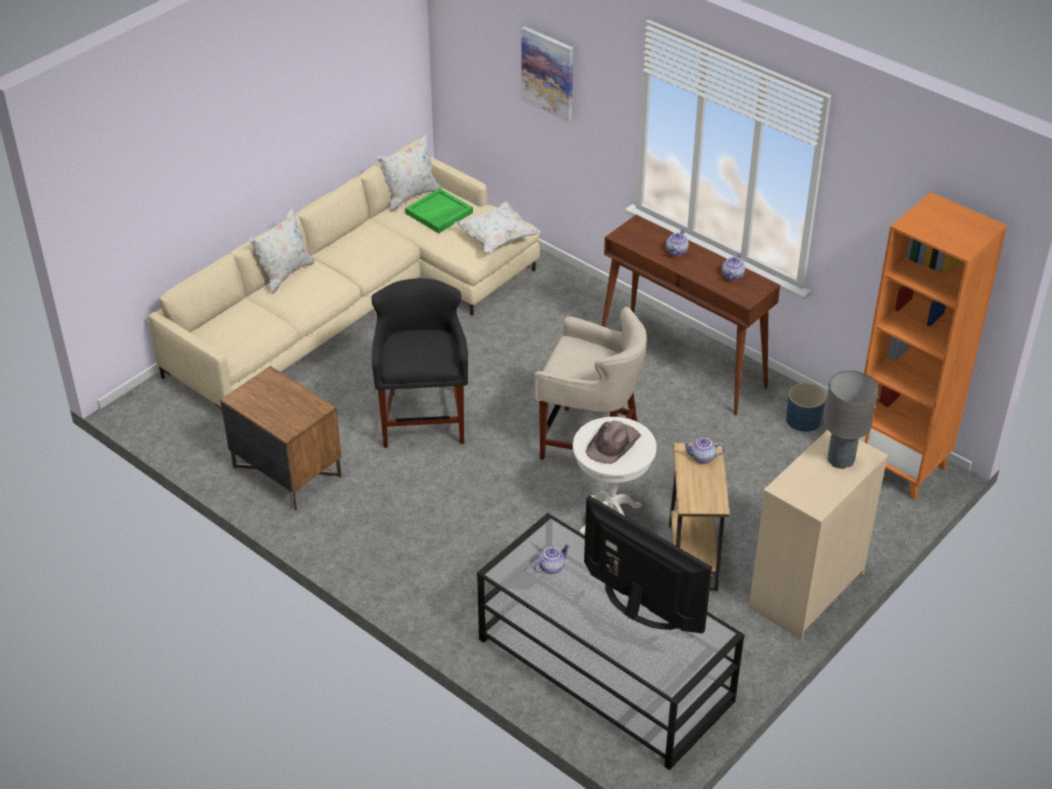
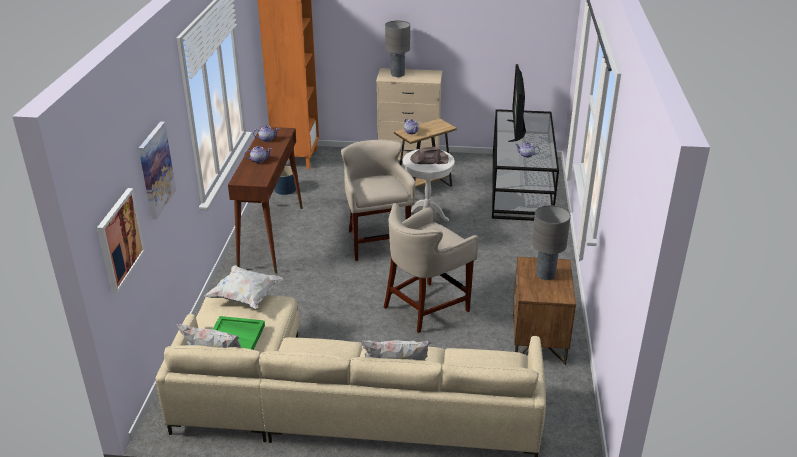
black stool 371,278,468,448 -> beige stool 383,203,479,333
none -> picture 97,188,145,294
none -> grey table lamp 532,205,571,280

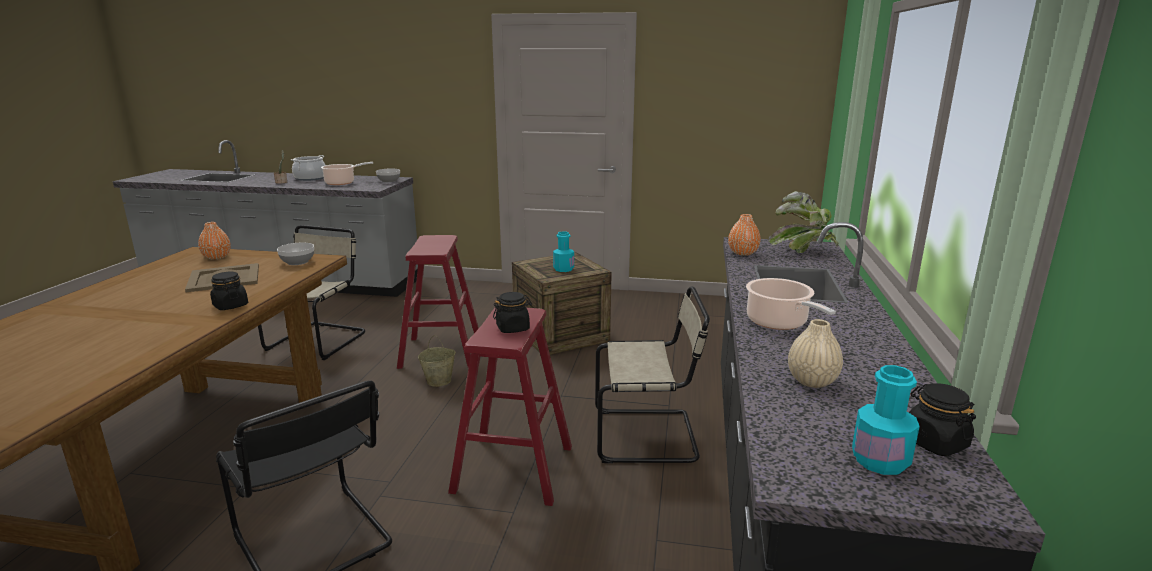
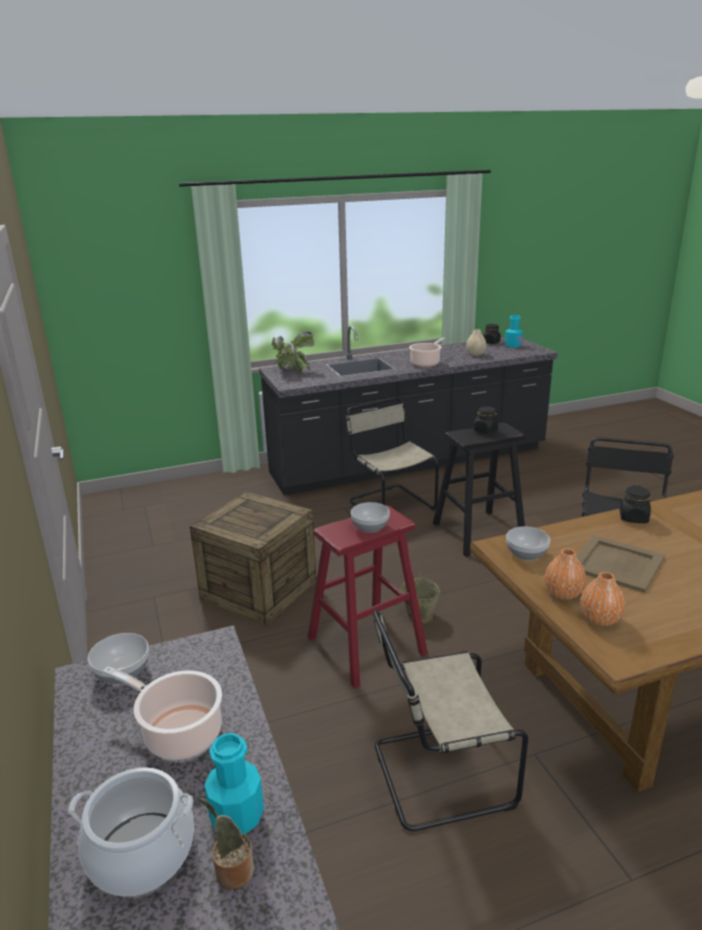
red stool 448,308,572,506 -> black stool 433,423,525,557
turquoise bottle 553,231,574,272 -> turquoise bottle 204,733,264,835, moved
orange vase 728,214,761,256 -> orange vase 544,548,586,600, moved
none -> bowl 351,502,390,533

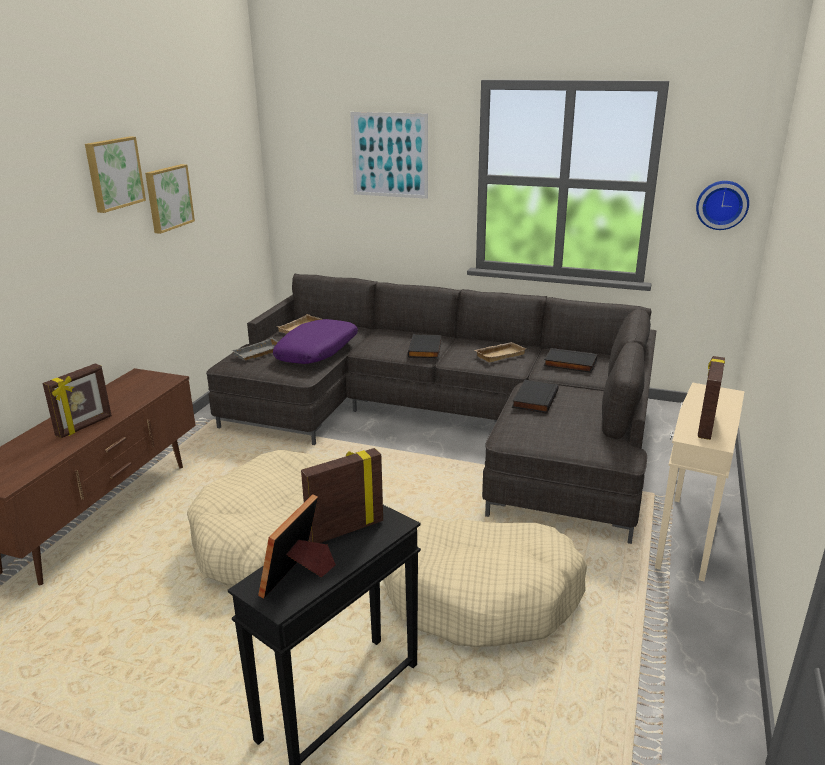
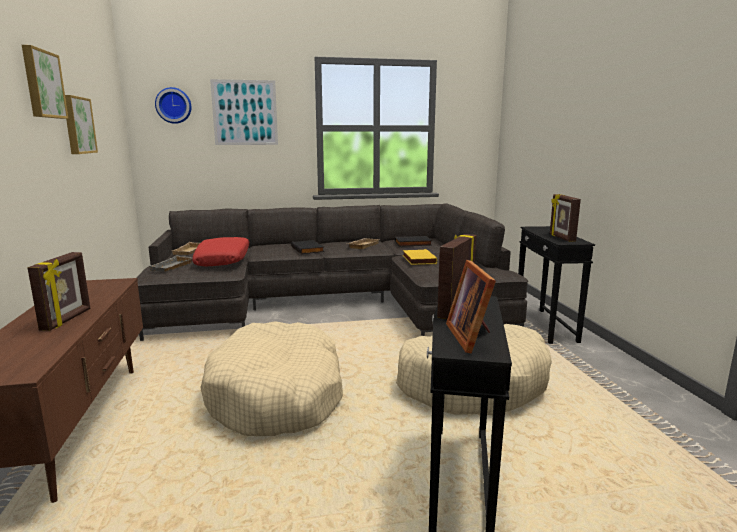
purple pillow 273,319,358,364 -> red pillow 192,237,249,267
black book 512,380,559,414 -> yellow book 403,249,437,265
beige side table 655,383,744,581 -> black side table 518,226,595,344
wall clock 696,181,749,230 -> wall clock 155,87,192,124, moved

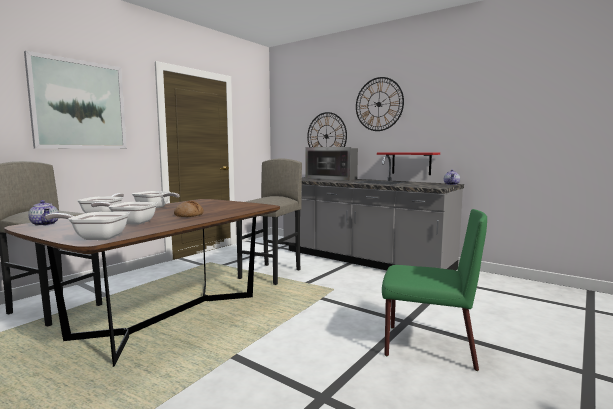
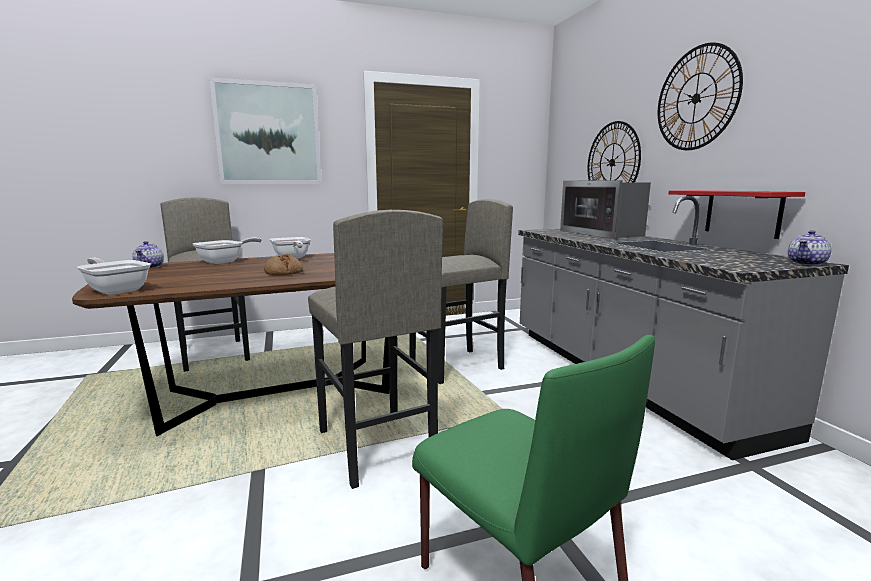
frying pan 91,202,158,225 -> none
none -> grey stool 308,210,443,489

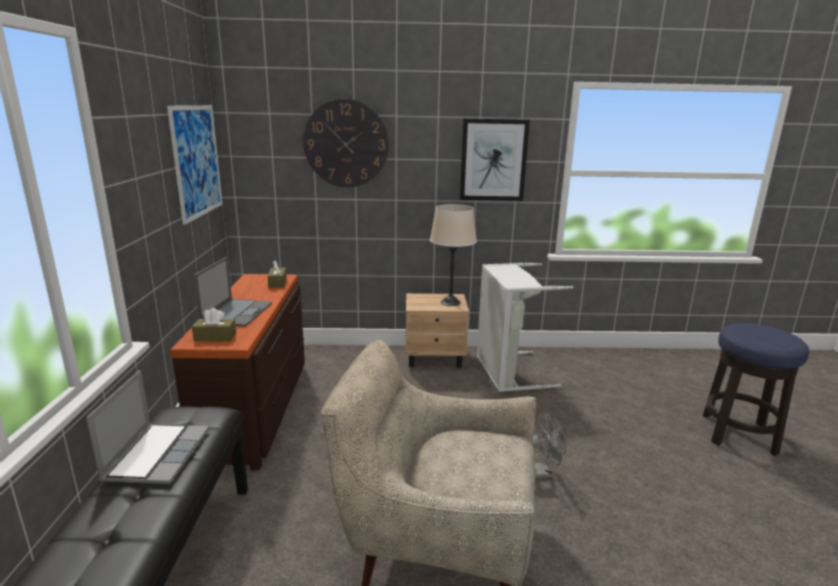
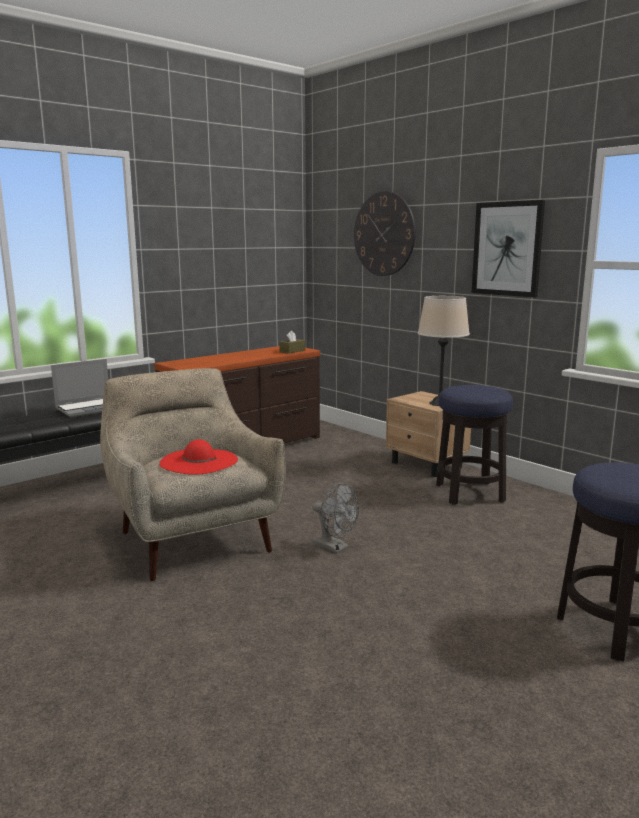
picture 167,105,223,225 -> none
brown tissue box 192,308,236,341 -> none
laptop 194,257,272,327 -> none
grey laundry basket 477,263,573,392 -> stool 436,385,513,505
none -> red hat 159,439,238,475

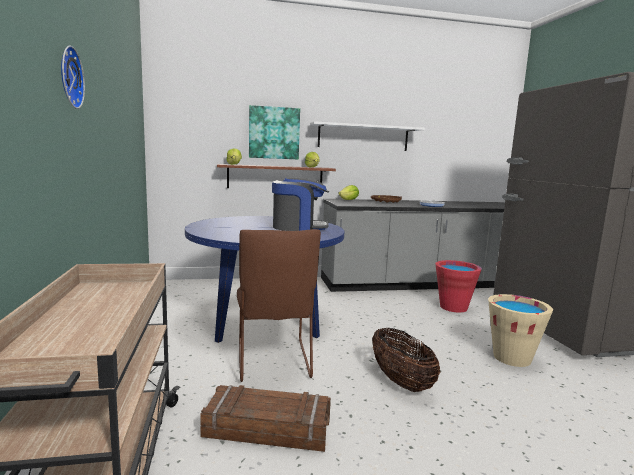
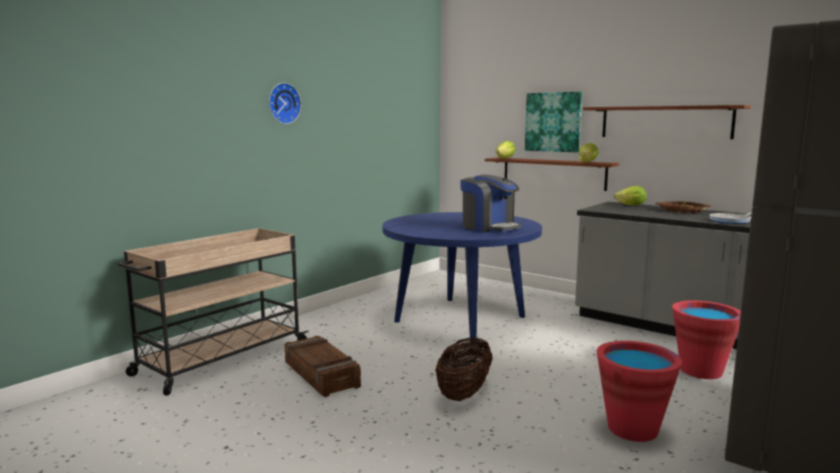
brown chair 237,229,321,382 -> none
white shelf 310,121,425,151 -> brown shelf 583,105,751,139
beige bucket 488,294,553,367 -> red bucket 597,341,682,442

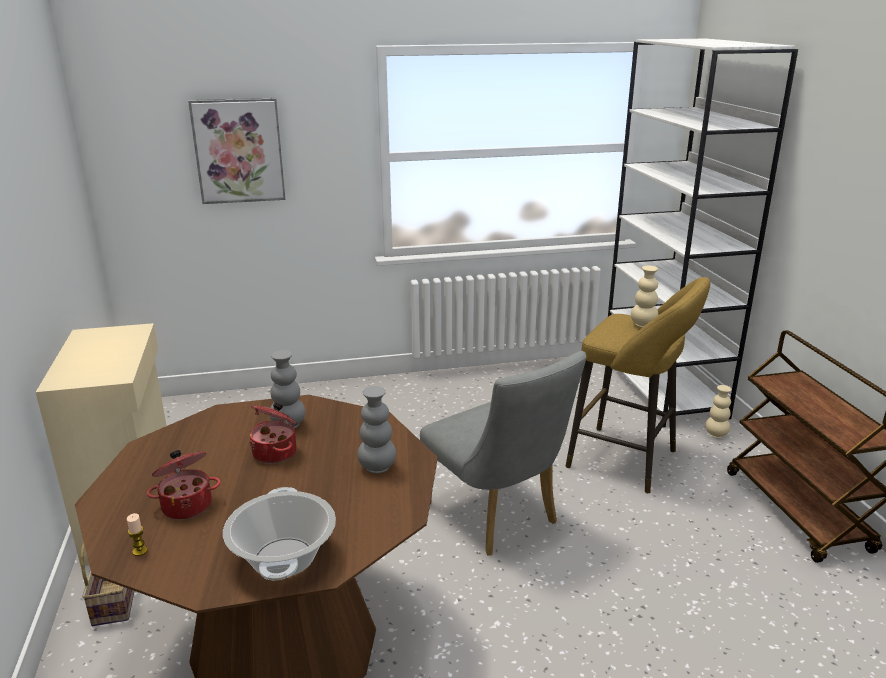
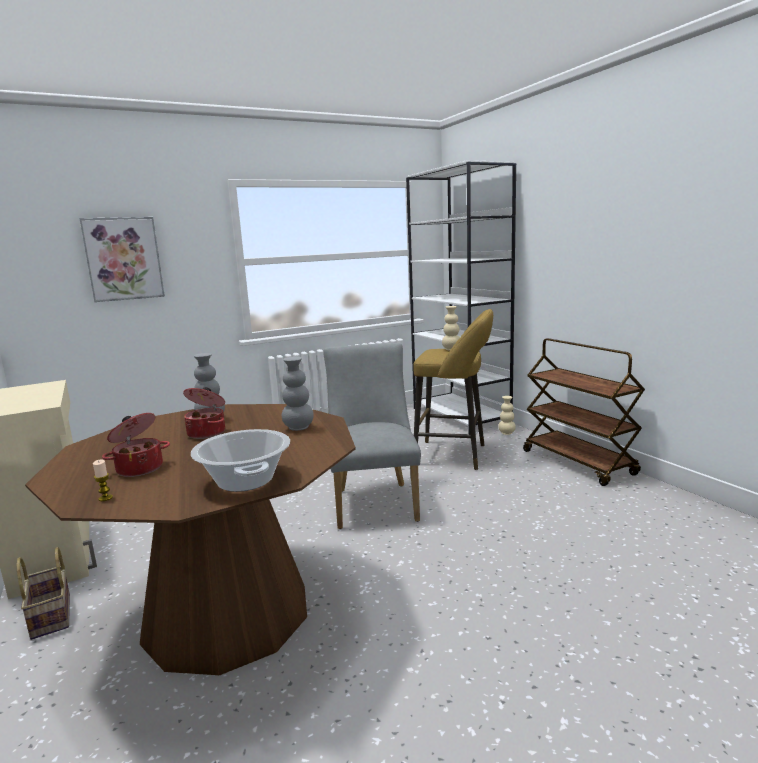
grey chair 420,351,587,556 -> grey chair 323,343,421,529, 135 degrees counterclockwise

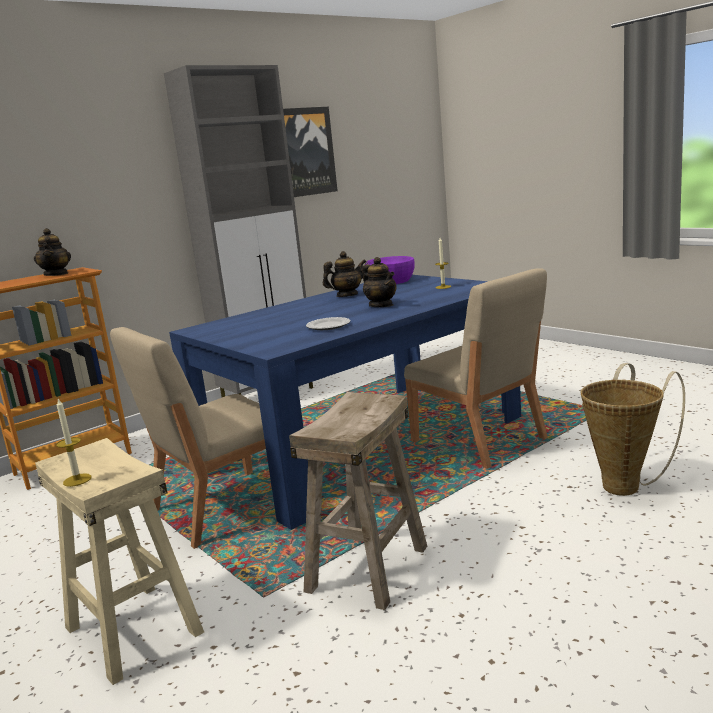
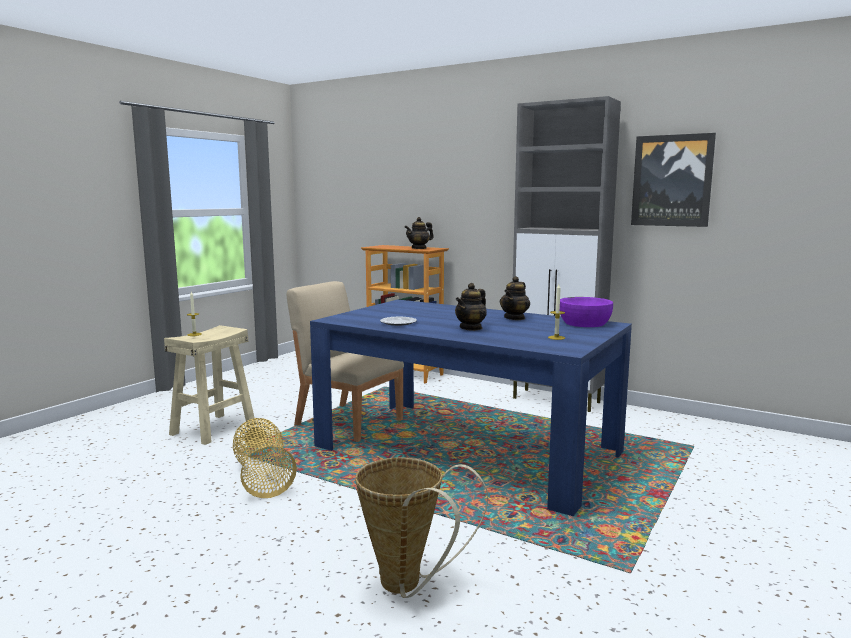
beige stool 289,392,427,610 -> basket 233,418,297,498
teapot 323,251,366,297 -> teapot 500,276,530,320, 75 degrees clockwise
beige chair 404,268,548,469 -> none

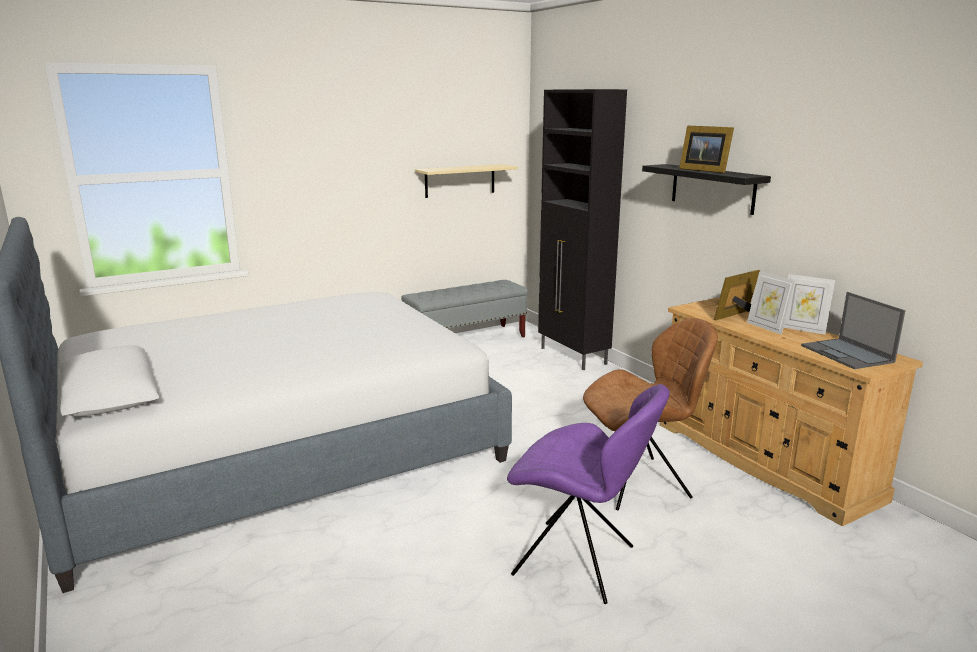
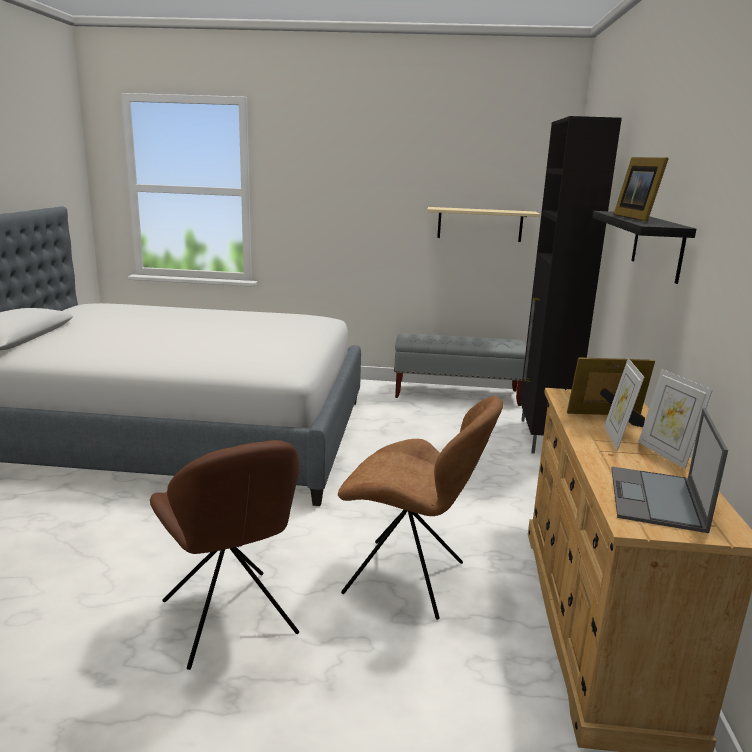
purple chair 507,384,670,604 -> brown chair 150,440,300,670

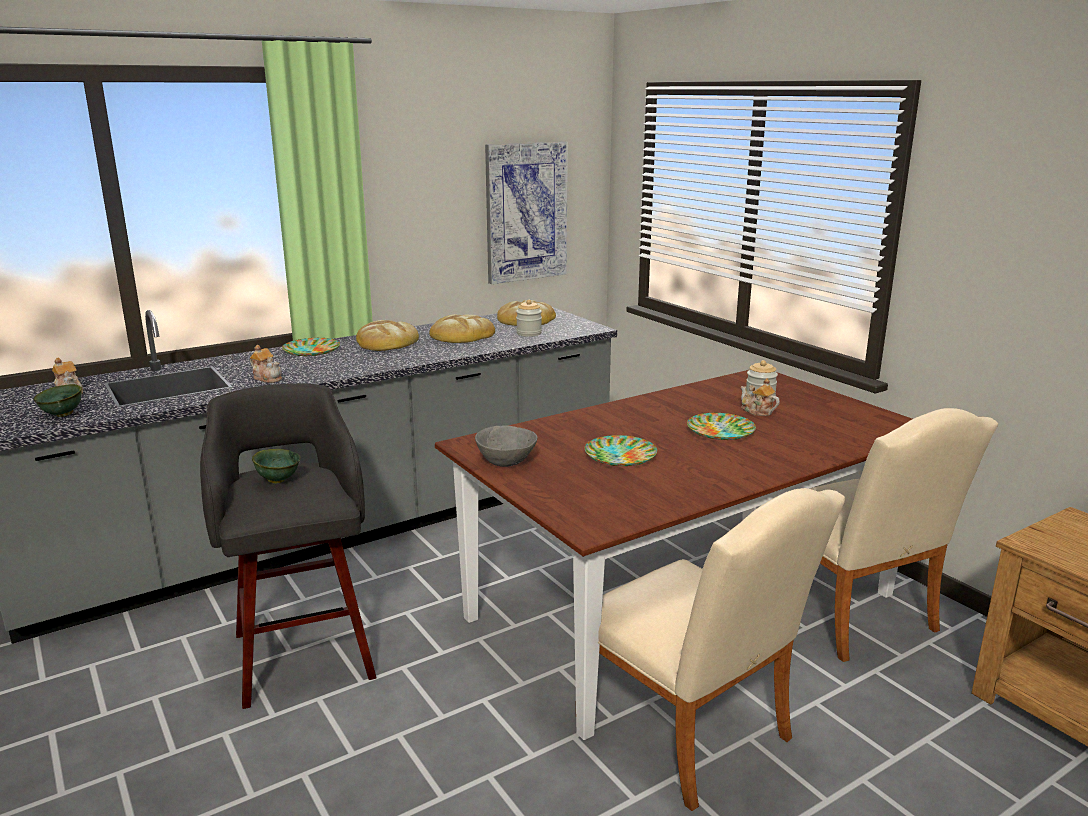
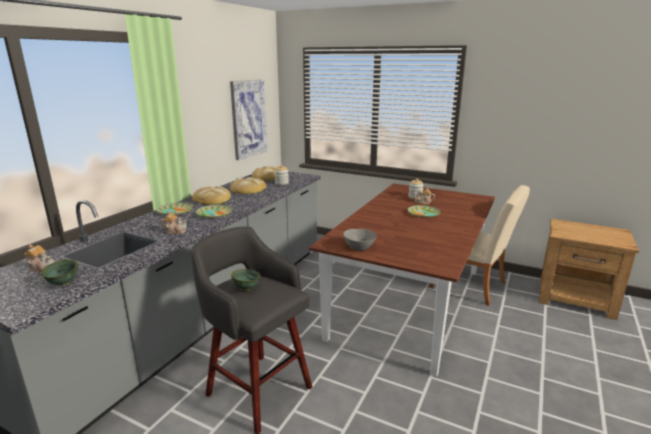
plate 585,435,657,466 -> plate 196,205,233,218, moved
beige chair 598,488,846,811 -> none

